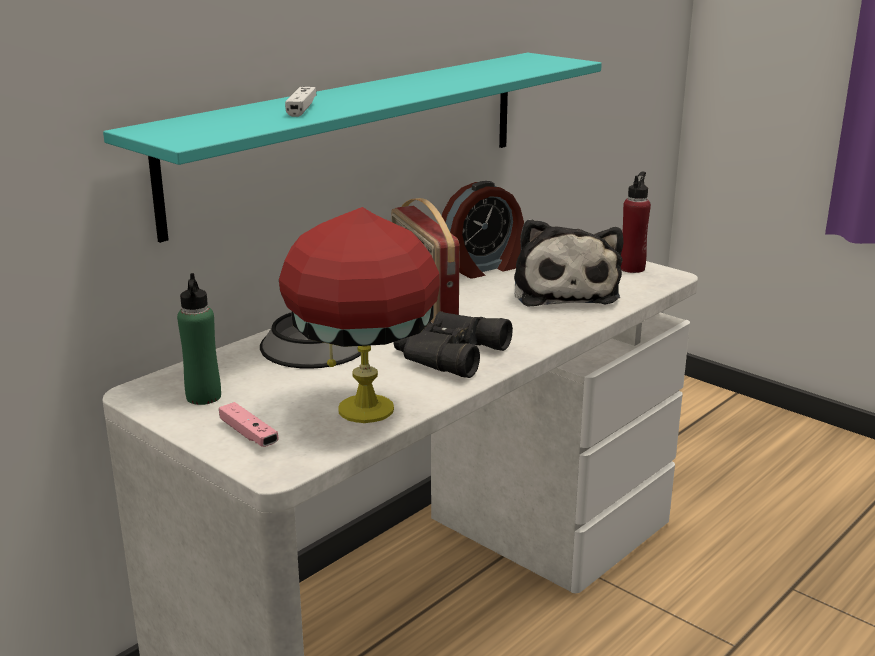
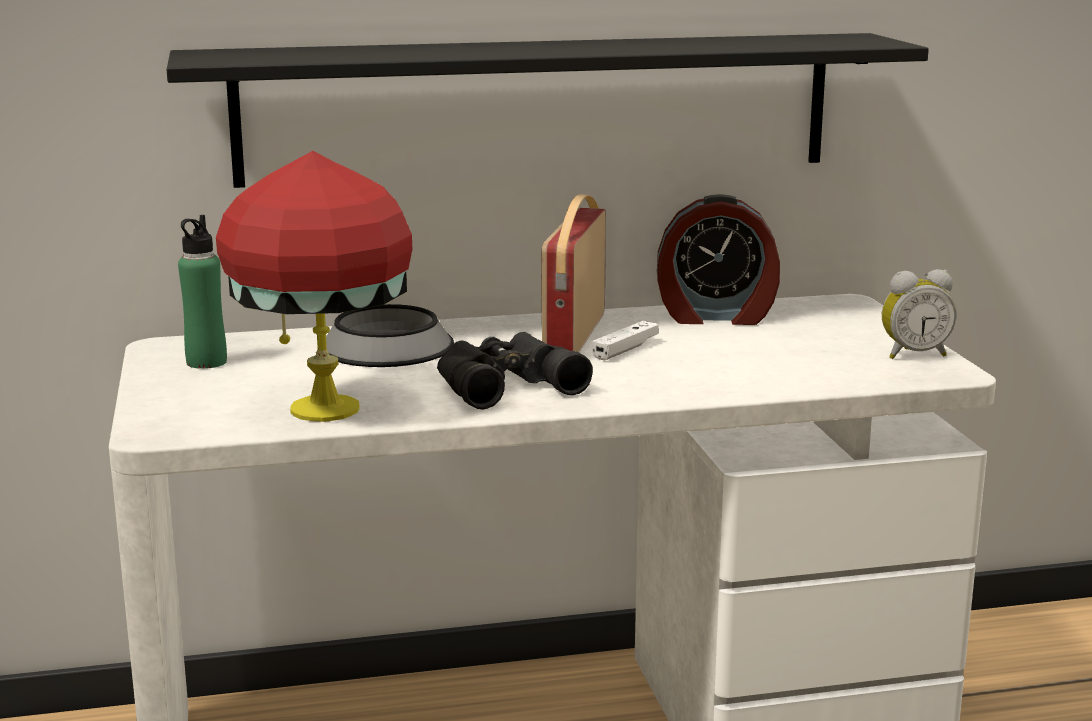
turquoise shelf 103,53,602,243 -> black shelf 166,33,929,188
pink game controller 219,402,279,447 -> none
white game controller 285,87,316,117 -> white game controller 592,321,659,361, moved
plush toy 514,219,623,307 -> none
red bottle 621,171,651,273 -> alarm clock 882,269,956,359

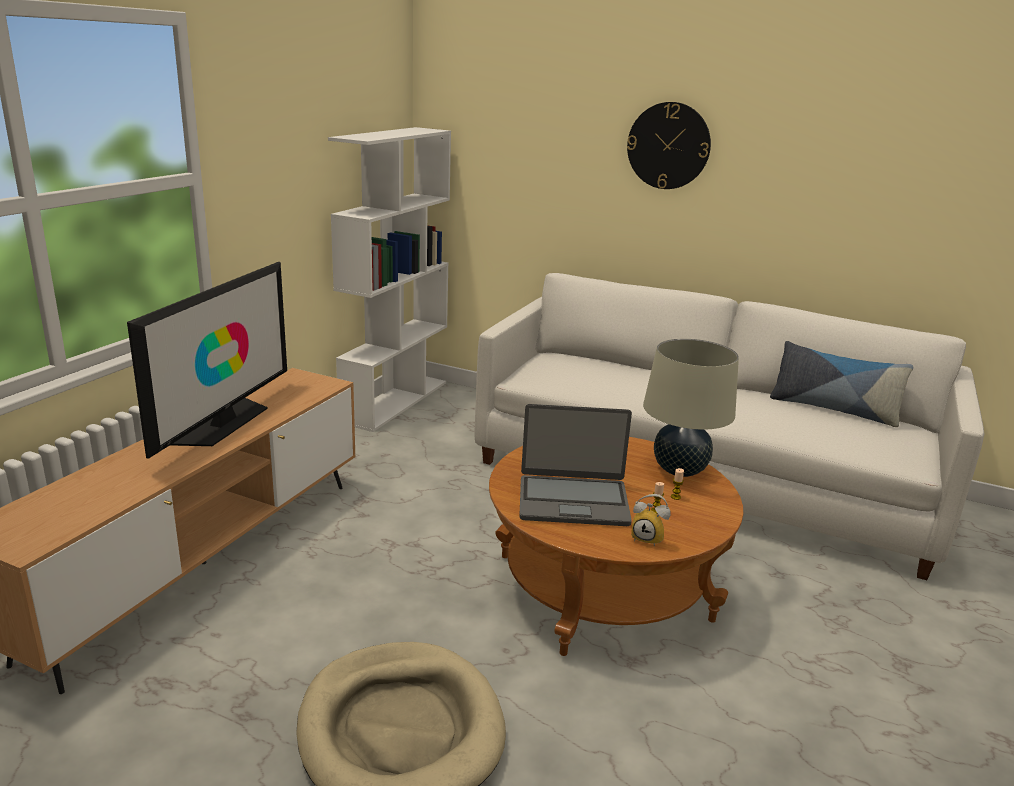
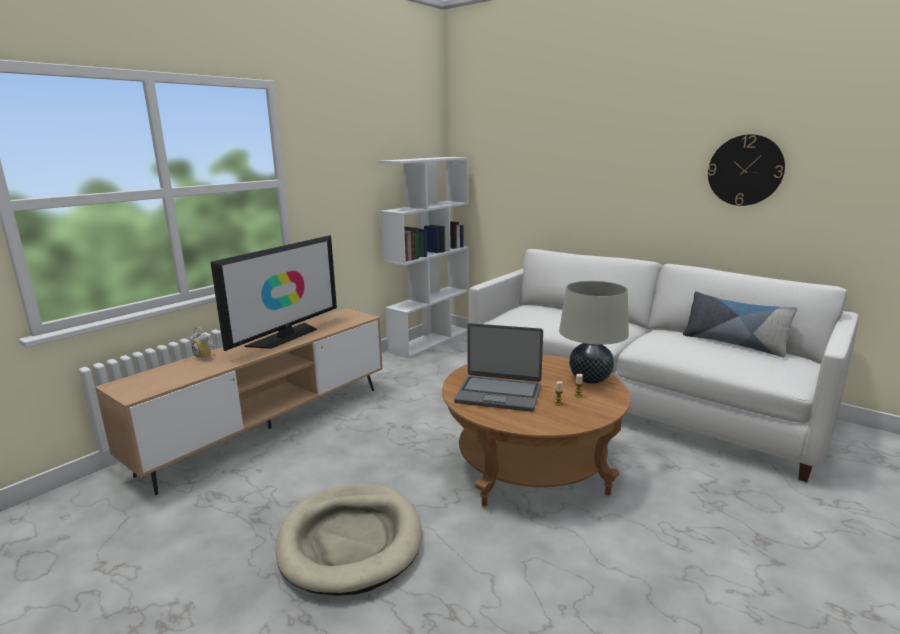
wall clock 627,102,711,189 -> wall clock 708,134,785,206, moved
alarm clock 631,494,670,547 -> alarm clock 192,327,214,360, moved

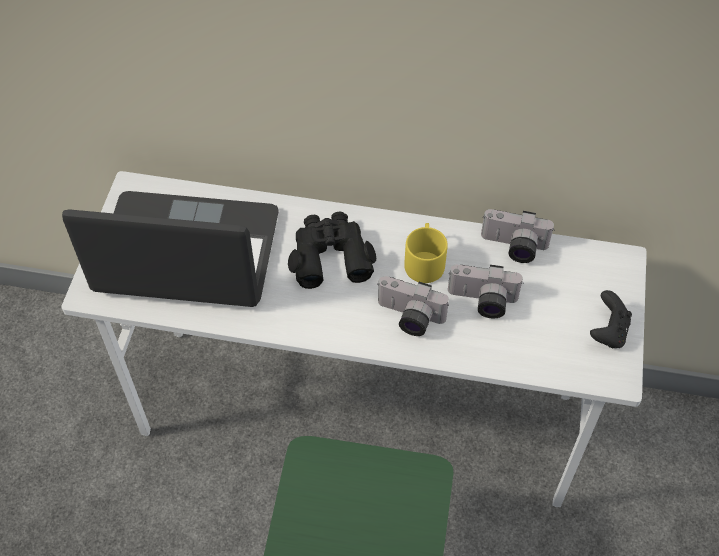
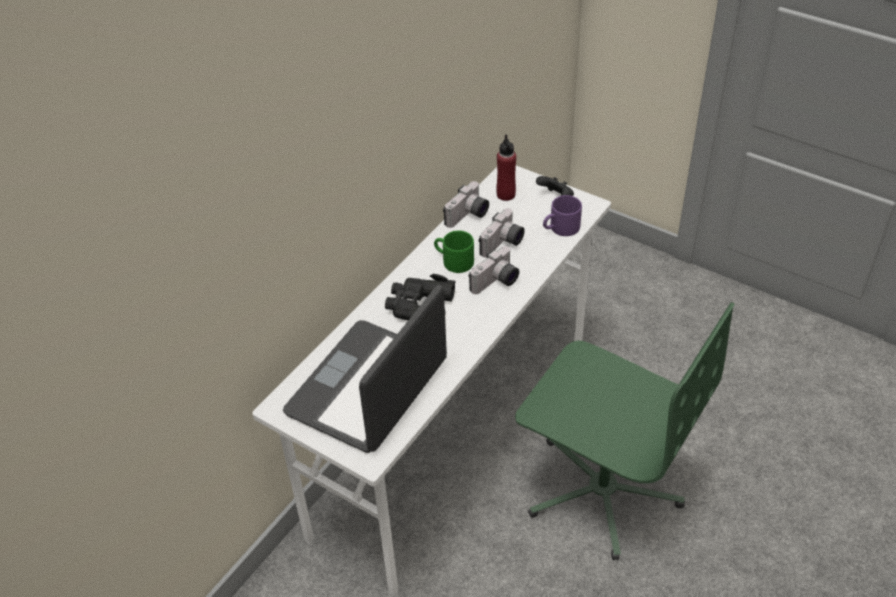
yellow mug 404,223,448,283 -> green mug 434,230,474,273
none -> red bottle 496,134,516,201
none -> purple mug 543,195,582,236

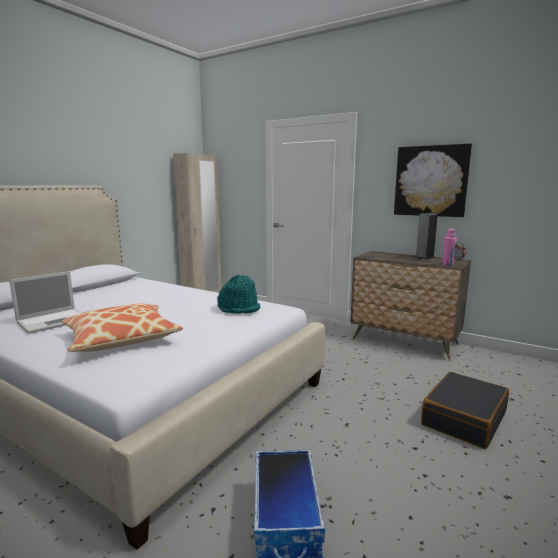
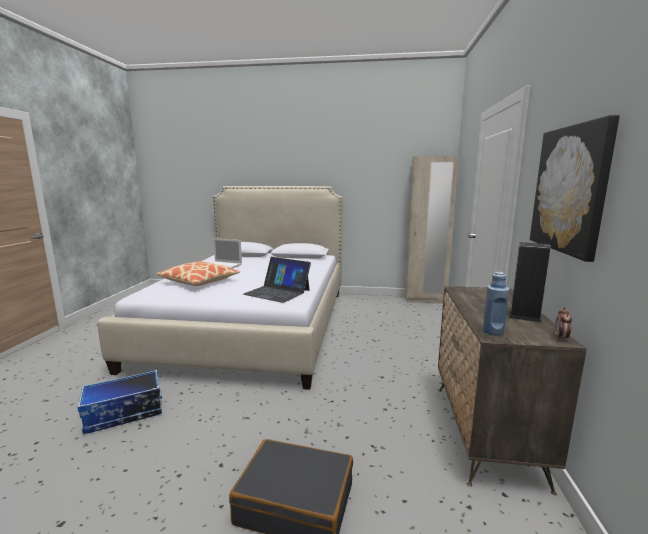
turquoise hat 217,275,260,314 -> laptop 243,257,311,303
pink bottle 441,228,457,266 -> blue bottle 483,272,509,336

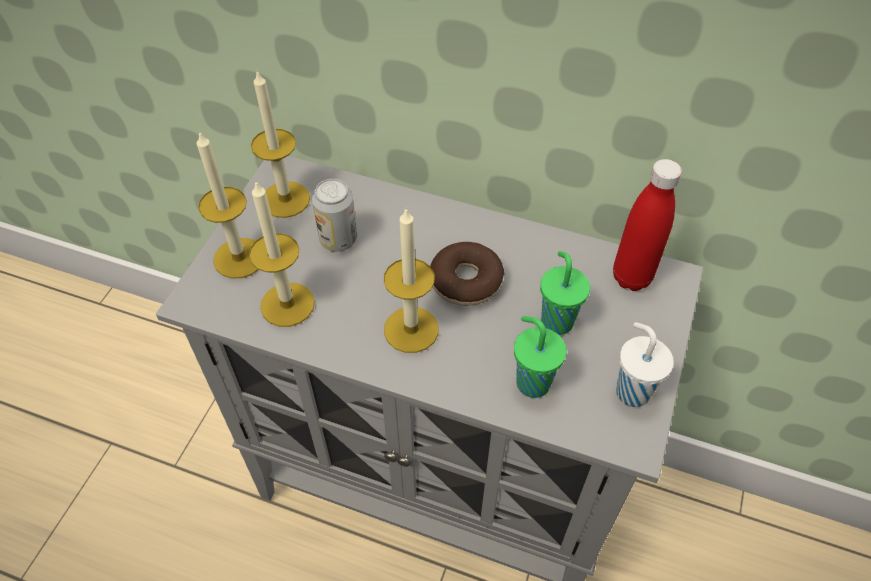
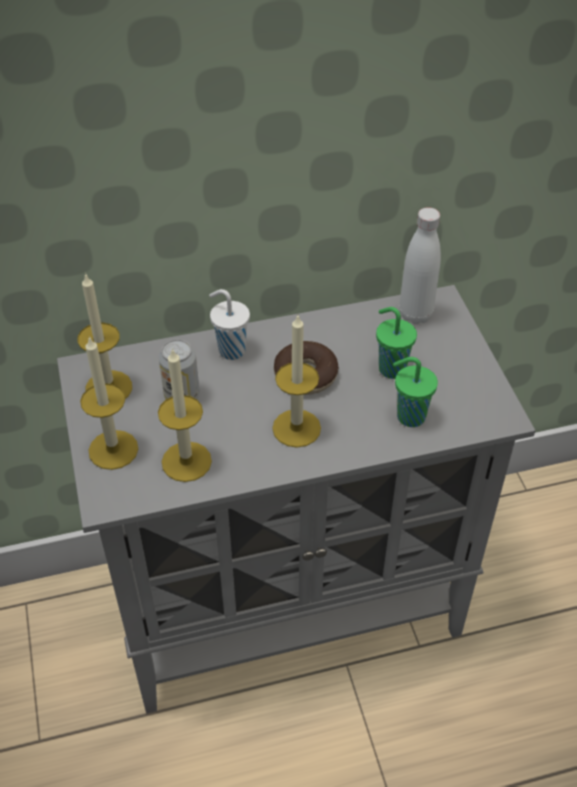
red bottle 613,159,682,291 -> white bottle 399,207,441,324
white cup 616,322,674,407 -> white cup 209,289,250,360, moved

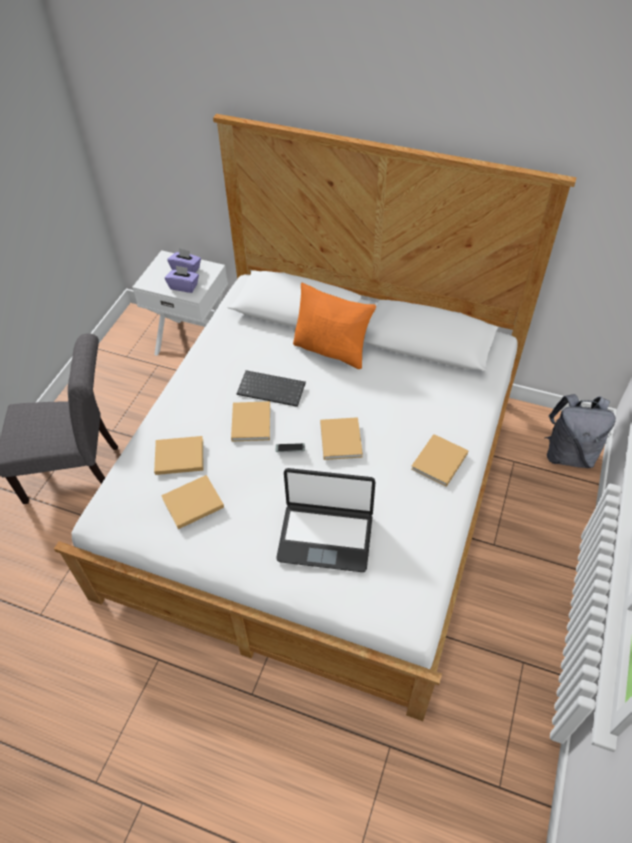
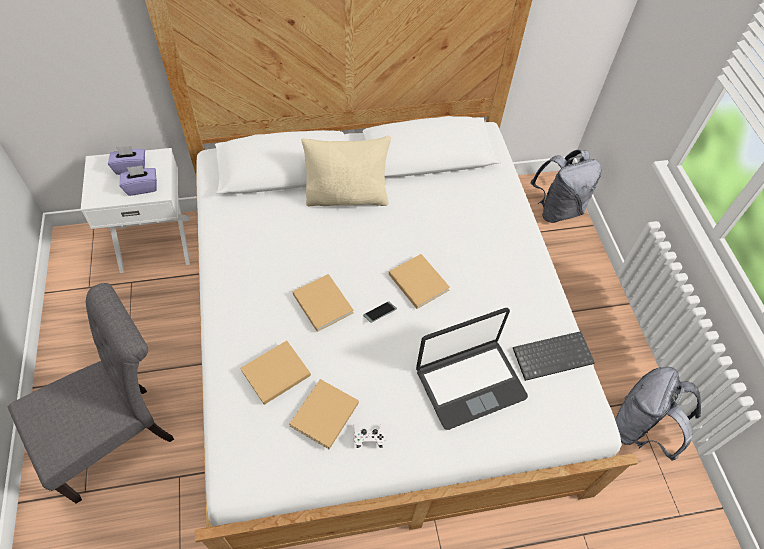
keyboard 237,370,306,407 -> keyboard 513,331,595,381, moved
orange pillow 293,283,376,369 -> beige pillow 301,136,391,206
beige book 411,434,469,487 -> none
none -> white game controller 353,423,386,448
none -> grey backpack 615,366,701,461

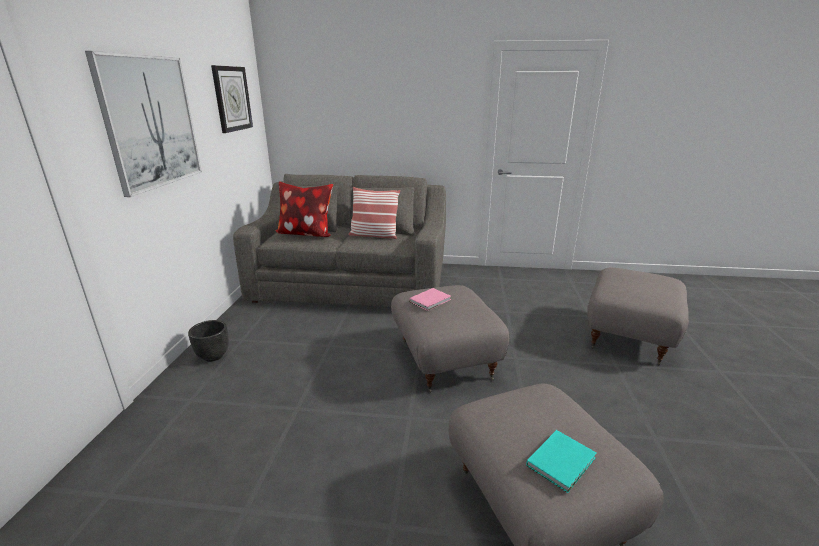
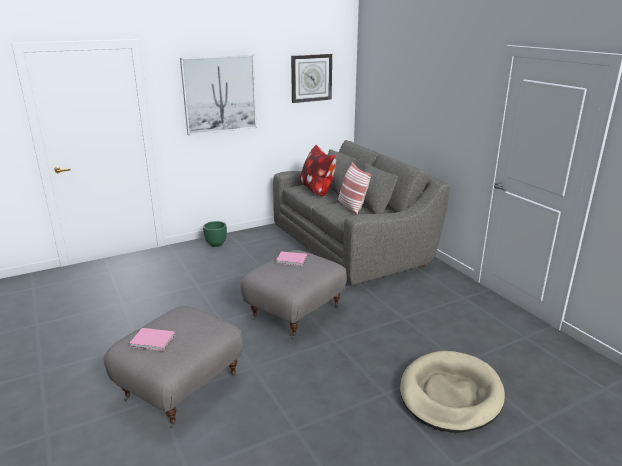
black planter 188,320,229,362 -> green planter 203,221,227,247
turquoise book 526,430,597,493 -> pink book 129,328,175,351
grey ottoman 587,267,689,365 -> beige dog bed 400,351,505,433

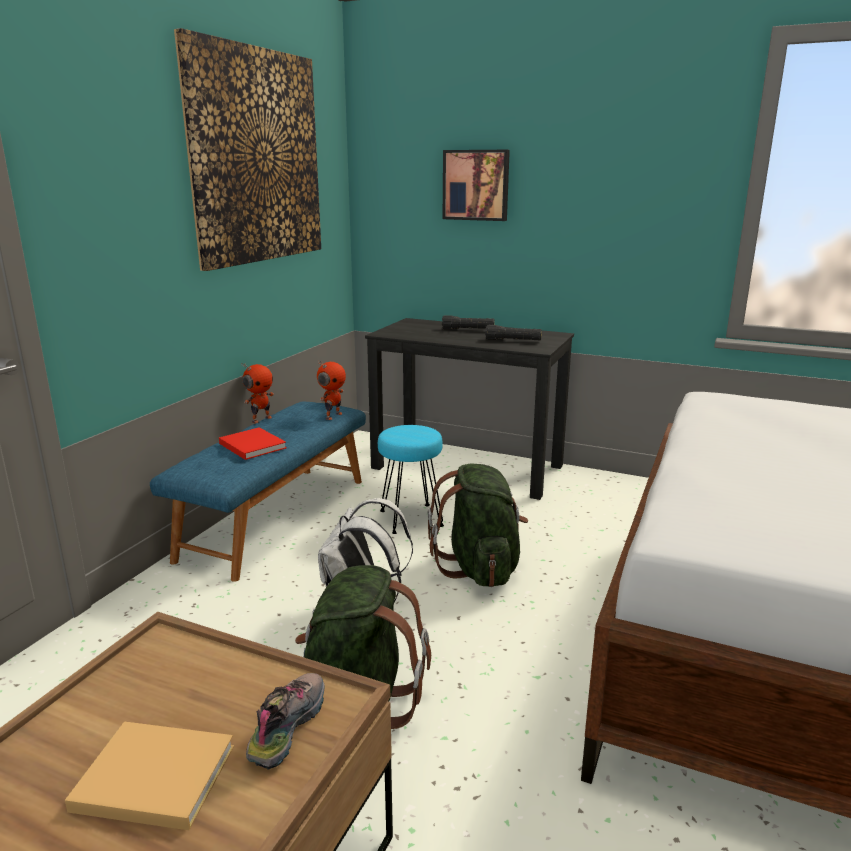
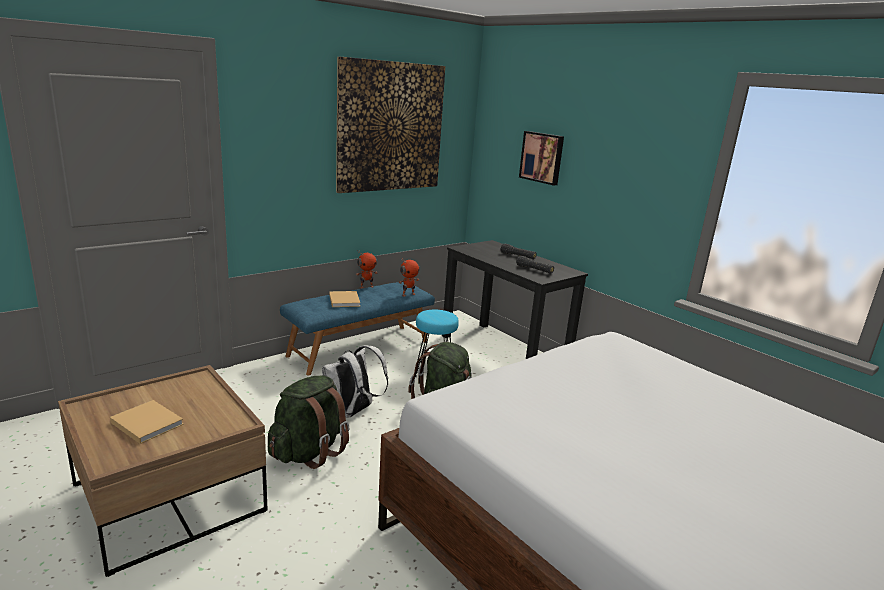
red book 219,427,287,460 -> beige book 329,291,360,307
shoe 246,673,324,769 -> none

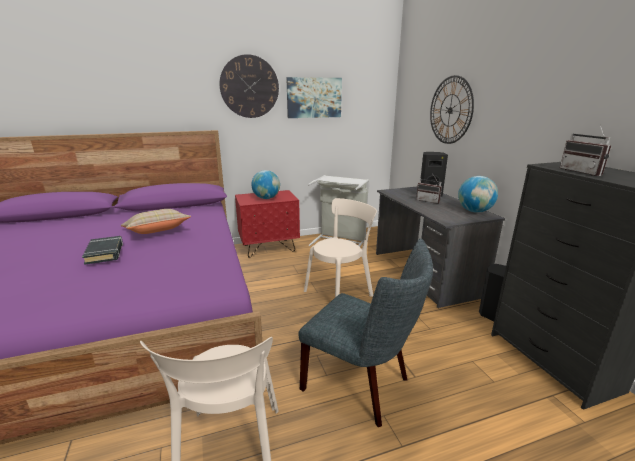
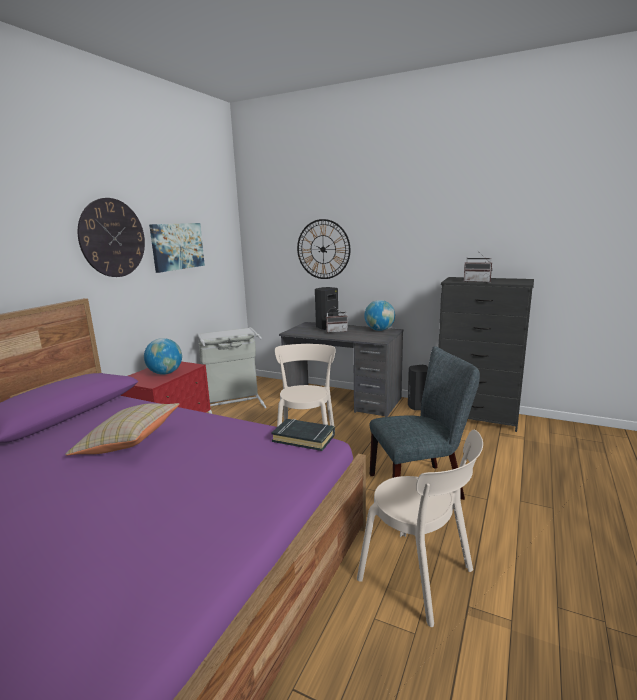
black book 82,236,123,265 -> black book 271,419,335,451, moved

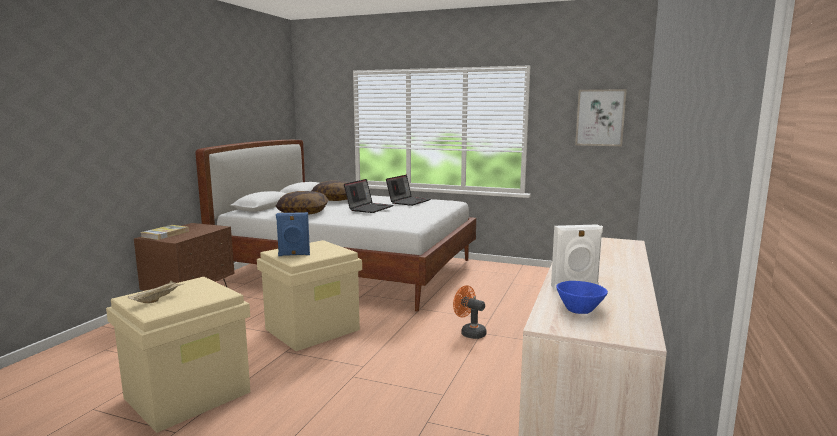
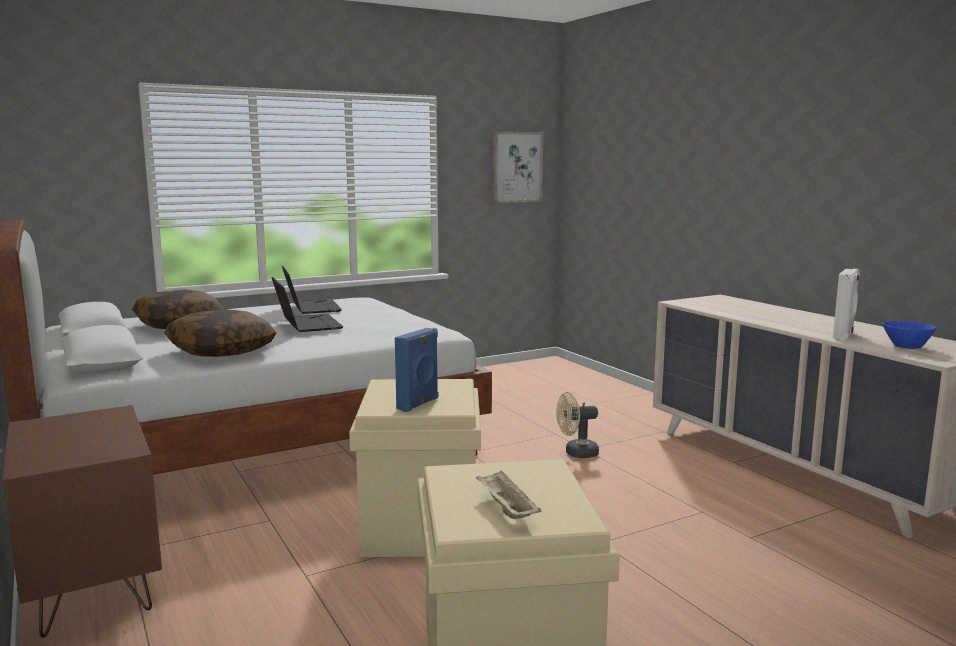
book 140,225,189,240 -> none
orange fan 453,285,487,339 -> beige fan 556,392,599,458

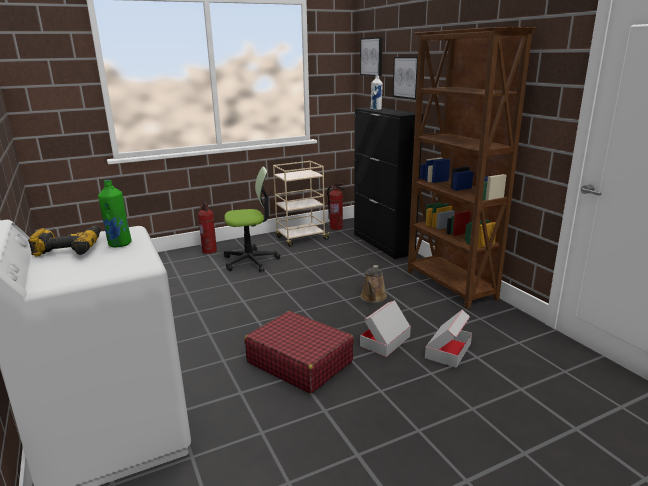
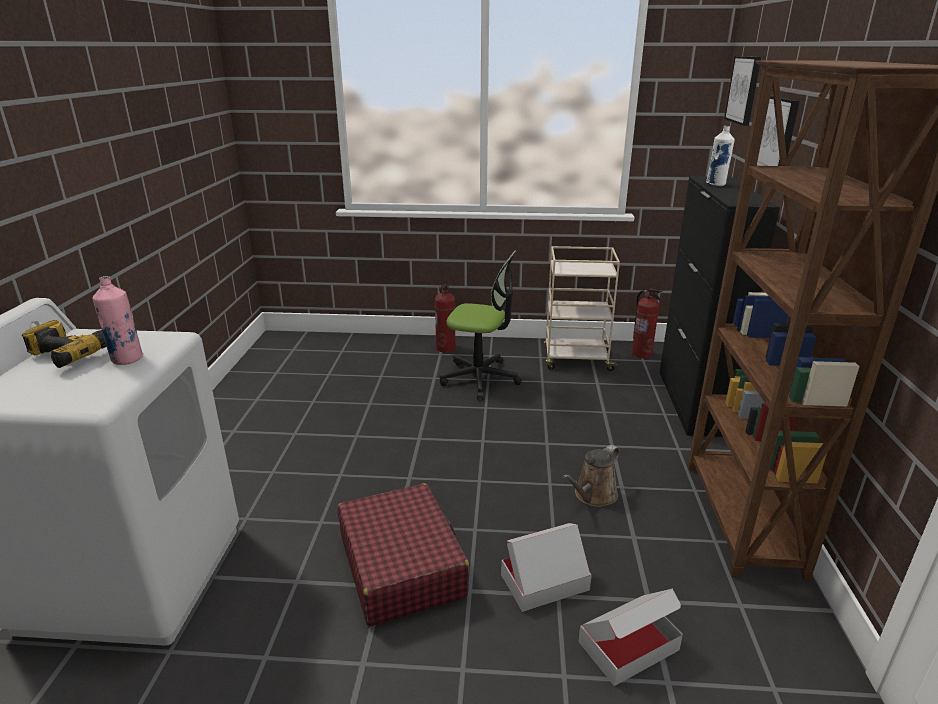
green bottle 98,180,132,247 -> pink bottle 92,276,144,365

